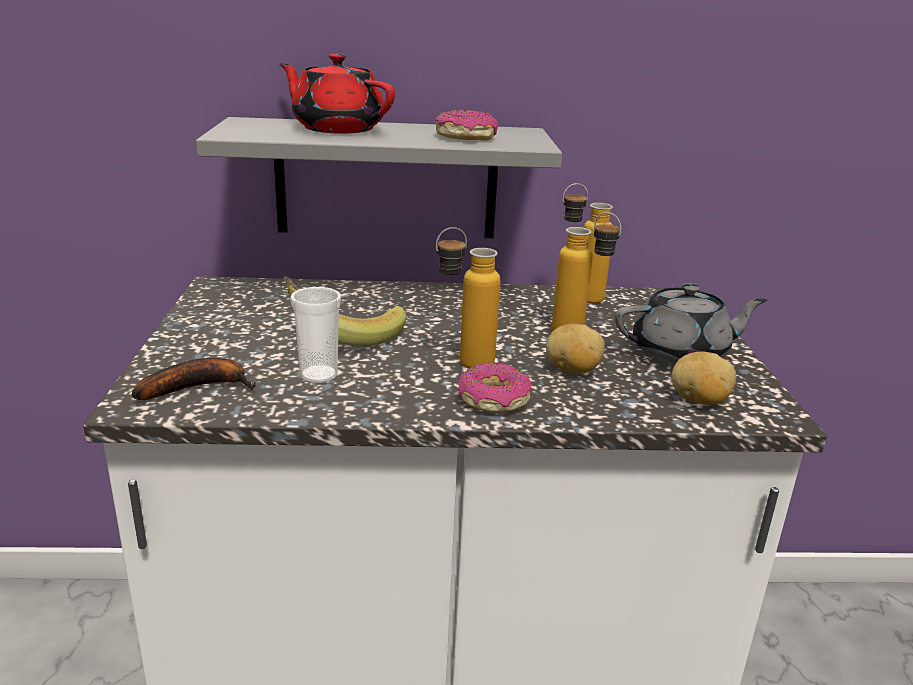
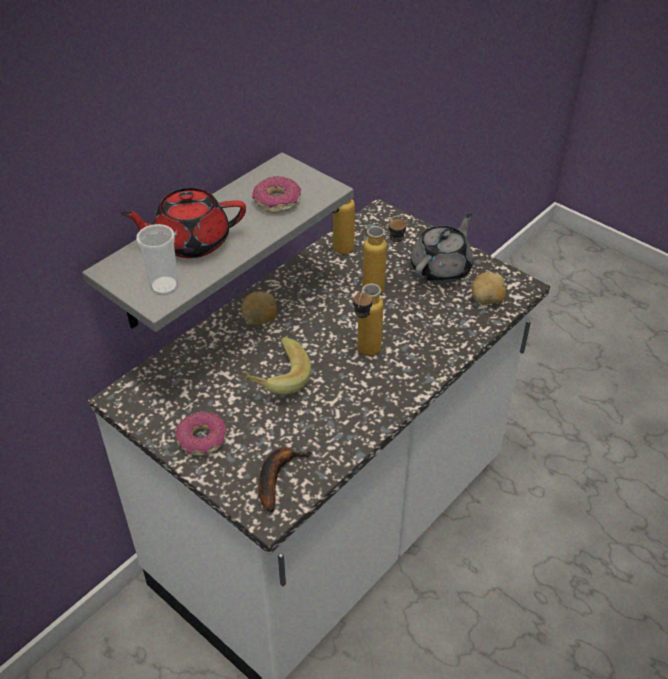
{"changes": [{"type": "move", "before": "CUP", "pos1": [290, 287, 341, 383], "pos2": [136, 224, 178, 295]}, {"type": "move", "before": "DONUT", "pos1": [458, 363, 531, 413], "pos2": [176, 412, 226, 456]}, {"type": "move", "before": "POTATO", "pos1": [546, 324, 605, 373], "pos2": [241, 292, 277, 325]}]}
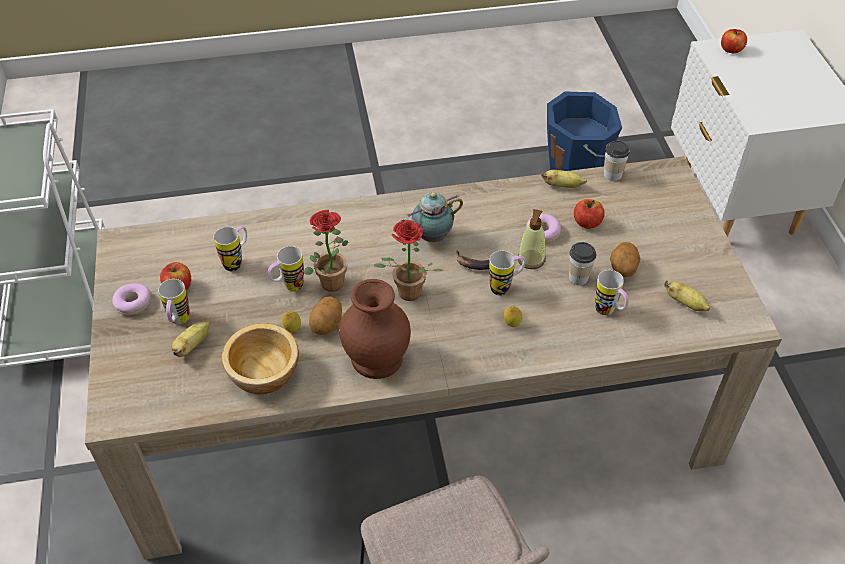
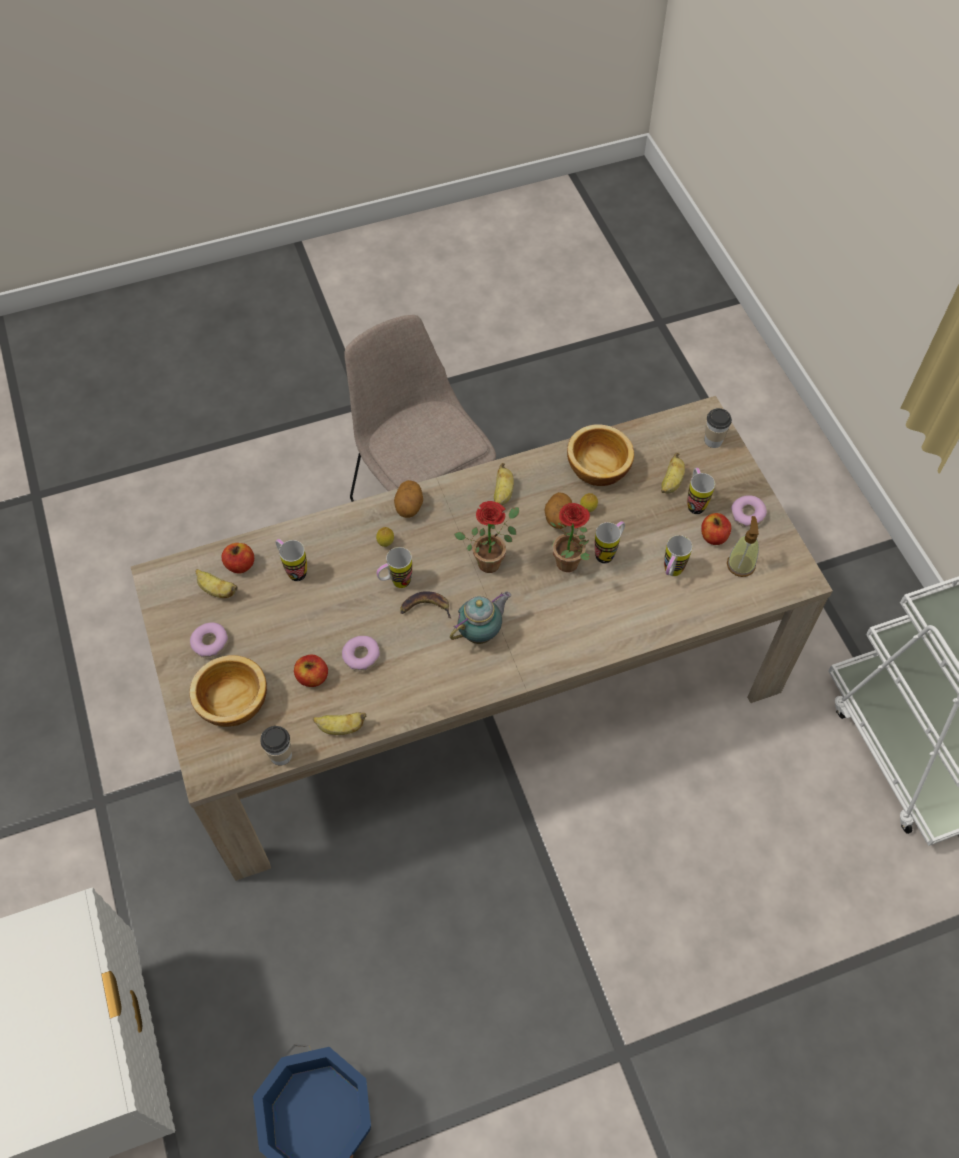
{"changes": [{"type": "insert", "after": "BOWL", "pos2": [189, 655, 267, 727]}, {"type": "insert", "after": "DONUT", "pos2": [190, 622, 228, 658]}, {"type": "move", "before": "SOAP DISPENSER", "pos1": [517, 209, 546, 269], "pos2": [727, 516, 759, 577]}, {"type": "move", "before": "CUP", "pos1": [569, 242, 596, 285], "pos2": [704, 408, 732, 448]}, {"type": "move", "before": "POTATO", "pos1": [610, 242, 640, 277], "pos2": [394, 480, 423, 518]}, {"type": "move", "before": "APPLE", "pos1": [721, 29, 747, 53], "pos2": [222, 543, 254, 574]}, {"type": "replace", "before": "BROWN VASE", "after": "BANANA", "pos1": [339, 279, 411, 379], "pos2": [494, 463, 514, 505]}]}
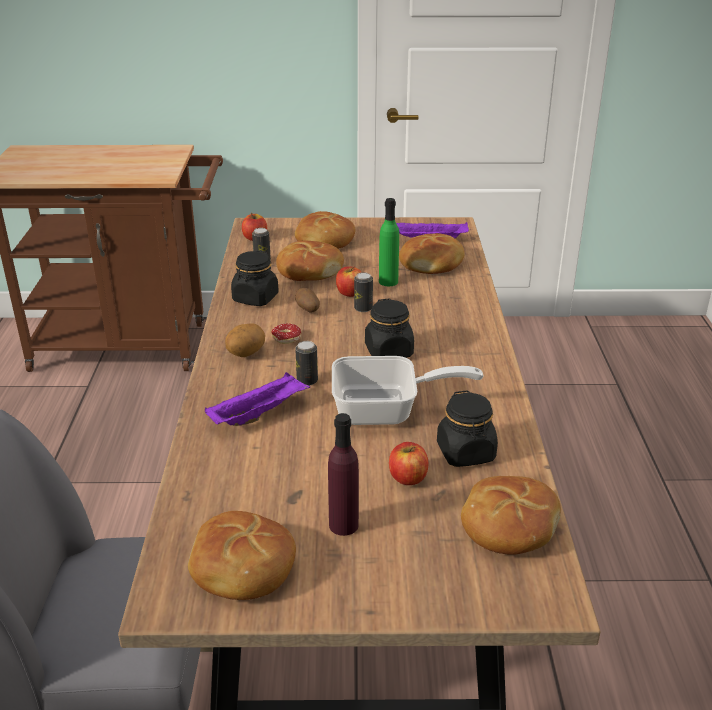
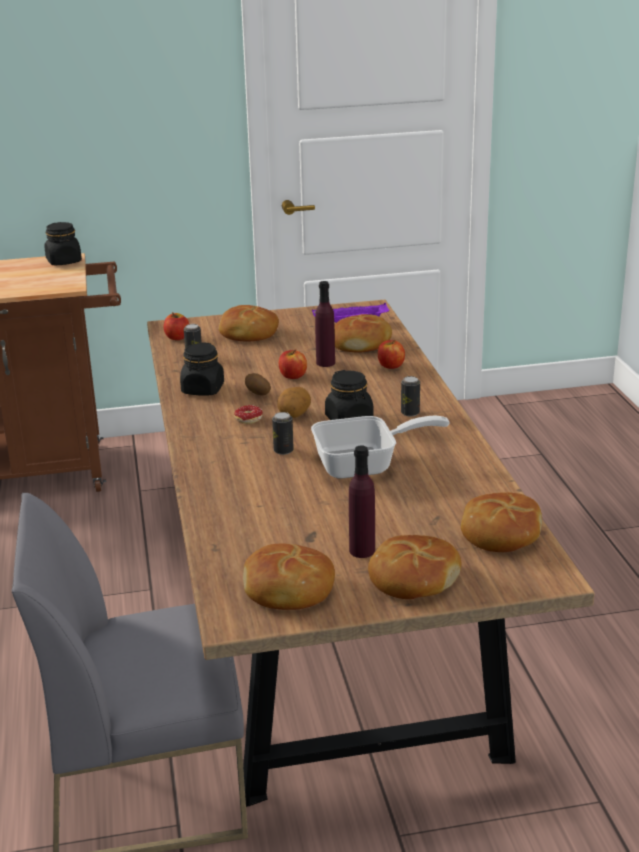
{"changes": [{"type": "delete", "before": "PURPLE TRAY", "pos1": [205, 372, 310, 426]}, {"type": "move", "before": "POTATO", "pos1": [225, 323, 265, 357], "pos2": [277, 387, 311, 418]}, {"type": "move", "before": "BREAD", "pos1": [276, 240, 344, 281], "pos2": [368, 535, 461, 599]}, {"type": "move", "before": "CAN", "pos1": [354, 272, 373, 312], "pos2": [401, 376, 420, 417]}, {"type": "move", "before": "APPLE", "pos1": [389, 442, 428, 485], "pos2": [378, 340, 405, 369]}, {"type": "move", "before": "BLACK JAR", "pos1": [437, 390, 498, 467], "pos2": [44, 222, 82, 265]}, {"type": "recolor", "before": "GREEN BOTTLE", "after": "PURPLE BOTTLE", "pos1": [379, 198, 399, 286], "pos2": [315, 281, 335, 367]}]}
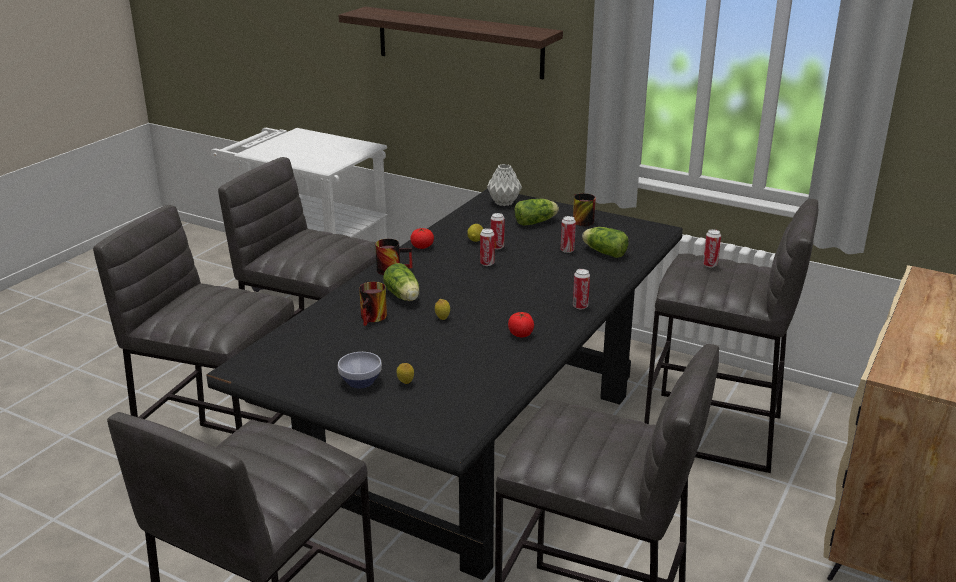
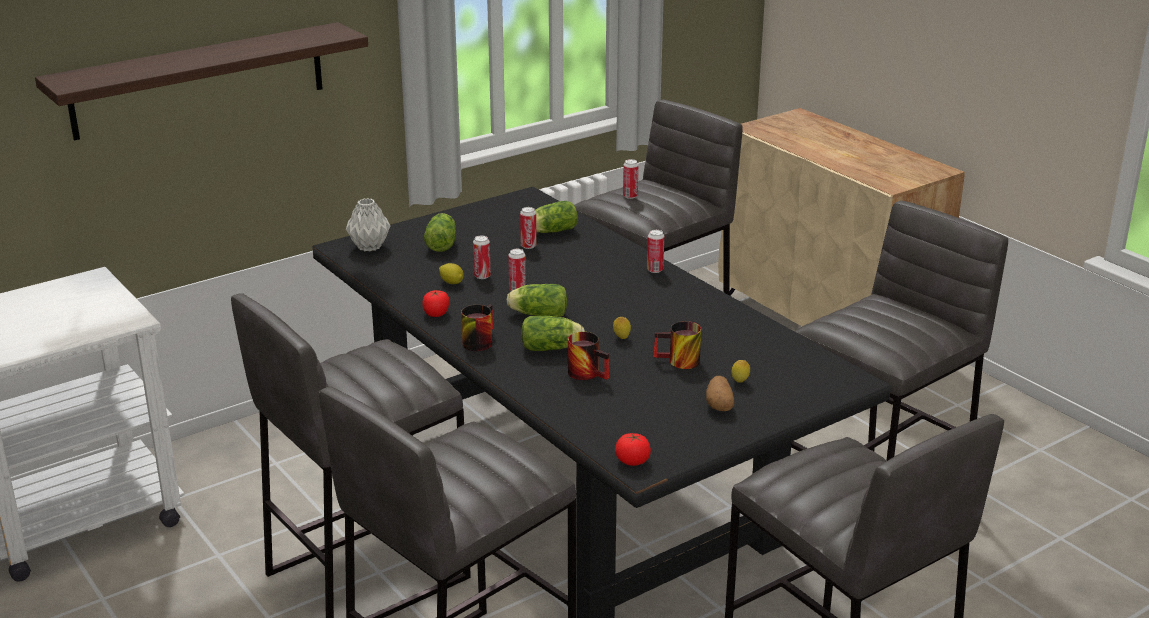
{"changes": [{"type": "insert", "after": "LETTUCE", "pos2": [507, 284, 567, 317]}, {"type": "move", "before": "TOMATO", "pos1": [508, 312, 534, 337], "pos2": [615, 433, 651, 466]}, {"type": "move", "before": "MUG", "pos1": [573, 193, 596, 226], "pos2": [654, 321, 701, 369]}, {"type": "replace", "before": "BOWL", "after": "POTATO", "pos1": [338, 352, 382, 388], "pos2": [706, 376, 734, 411]}]}
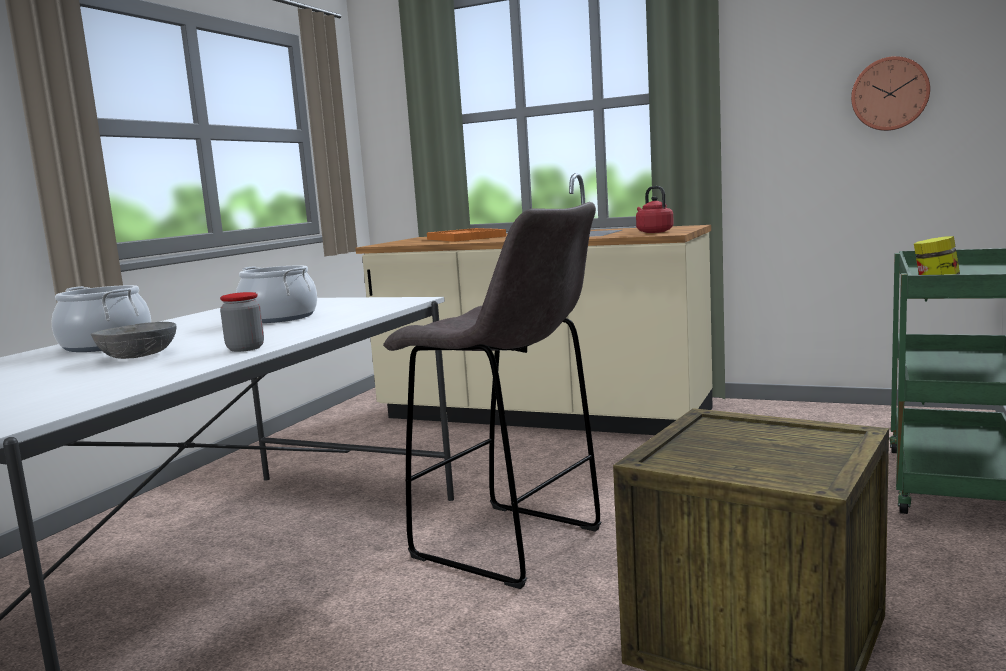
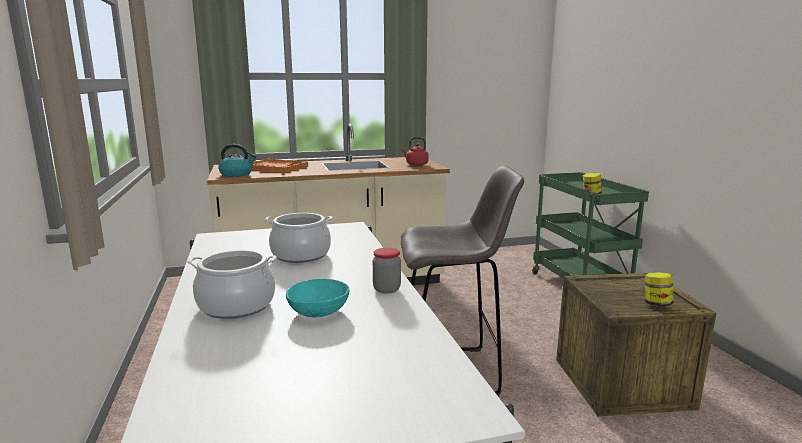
{"changes": [{"type": "delete", "before": "WALL CLOCK", "pos1": [851, 56, 930, 131]}, {"type": "insert", "after": "KETTLE", "pos2": [219, 144, 256, 177]}, {"type": "insert", "after": "JAR", "pos2": [645, 272, 673, 306]}, {"type": "recolor", "before": "GREY BOWL", "after": "TURQUOISE BOWL", "pos1": [91, 322, 176, 359], "pos2": [286, 279, 350, 318]}]}
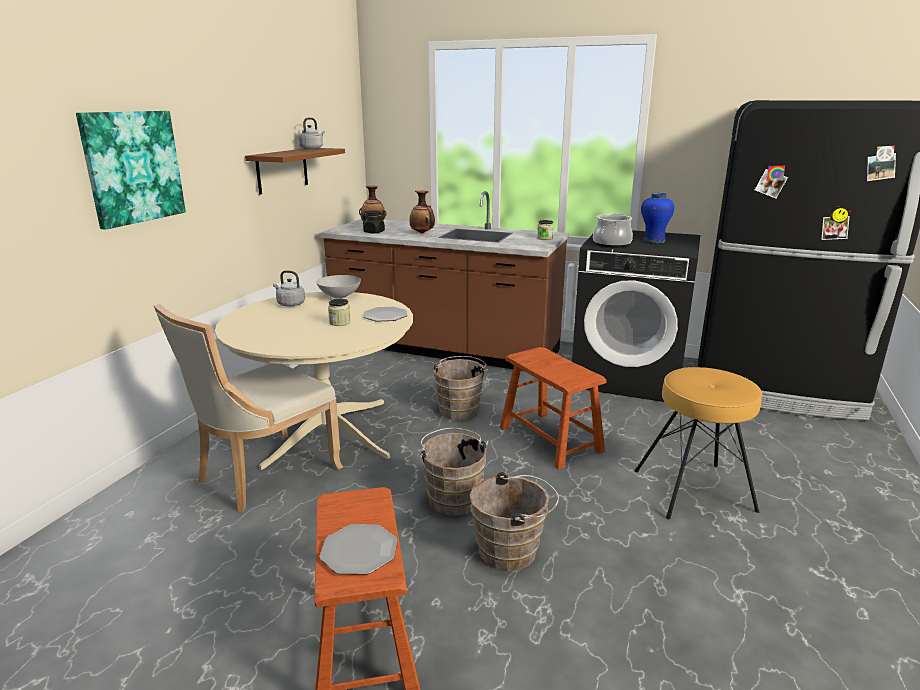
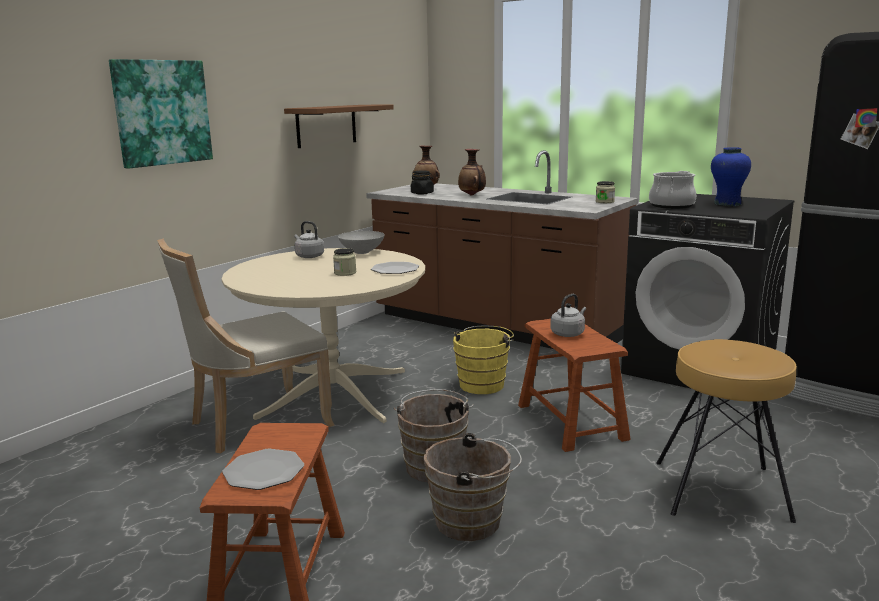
{"changes": [{"type": "move", "before": "GREY KETTLE", "pos1": [298, 118, 325, 149], "pos2": [550, 294, 586, 337]}, {"type": "recolor", "before": "BROWN BUCKET", "after": "YELLOW BUCKET", "pos1": [433, 356, 488, 420], "pos2": [453, 326, 514, 394]}]}
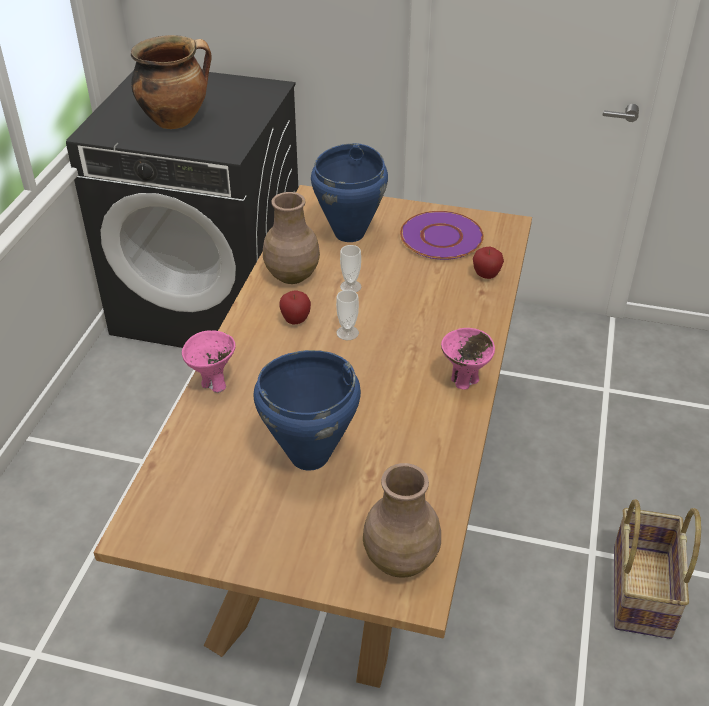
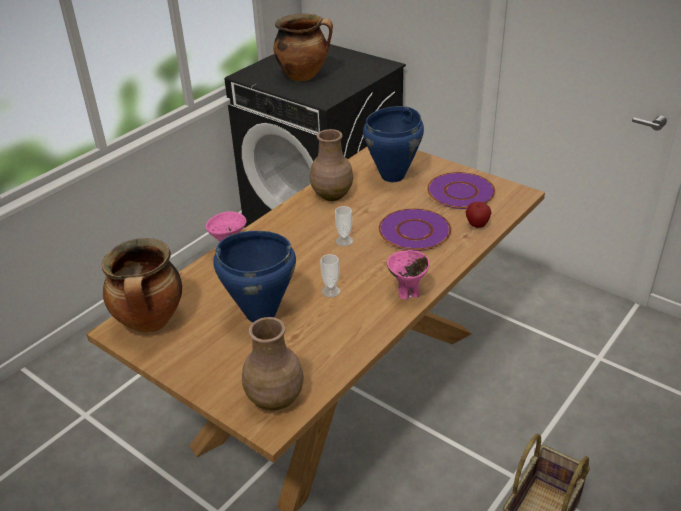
{"changes": [{"type": "delete", "before": "APPLE", "pos1": [279, 291, 311, 325]}, {"type": "insert", "after": "COOKING POT", "pos2": [102, 238, 182, 332]}, {"type": "insert", "after": "PURPLE PLATE", "pos2": [378, 208, 451, 251]}, {"type": "move", "before": "CUP", "pos1": [340, 245, 361, 292], "pos2": [320, 254, 341, 298]}]}
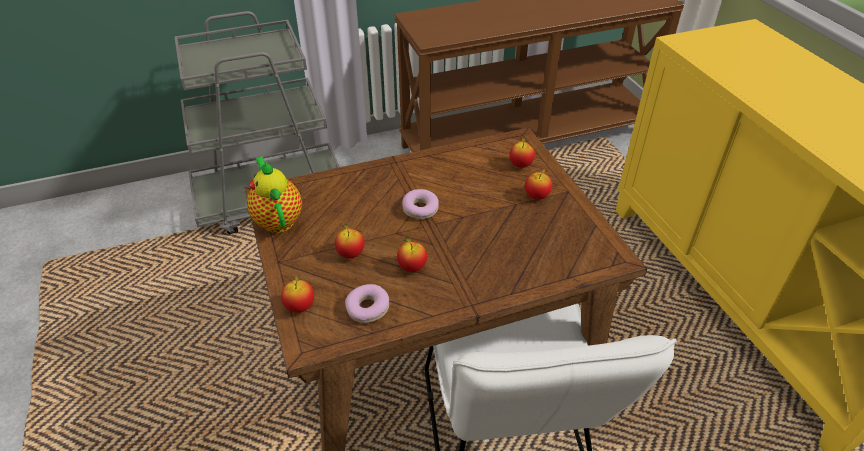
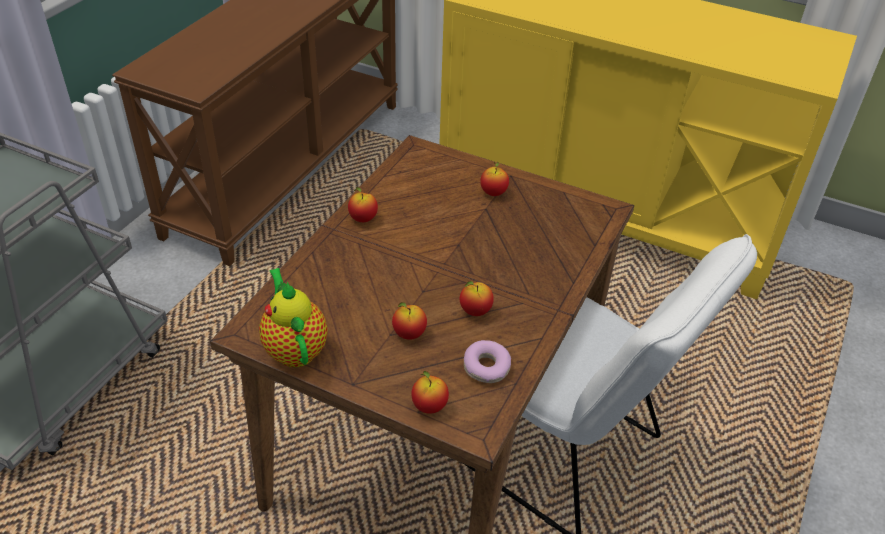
{"changes": [{"type": "delete", "before": "DONUT", "pos1": [402, 189, 439, 219]}, {"type": "move", "before": "APPLE", "pos1": [509, 137, 535, 168], "pos2": [348, 187, 378, 222]}, {"type": "rotate", "before": "TEAPOT", "pos1": [247, 157, 302, 233], "pos2": [259, 268, 328, 367], "turn": 45}]}
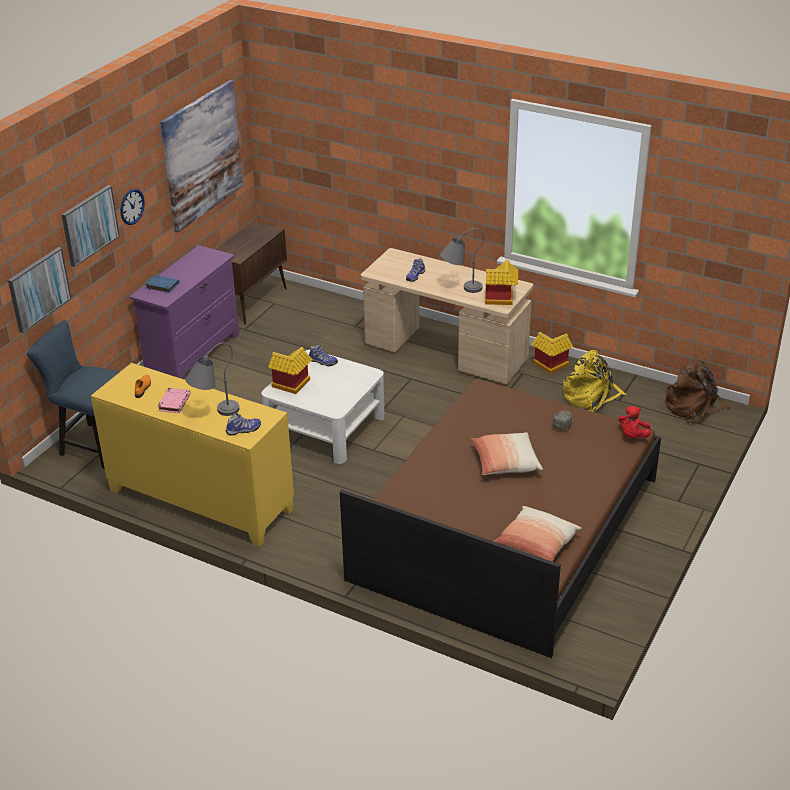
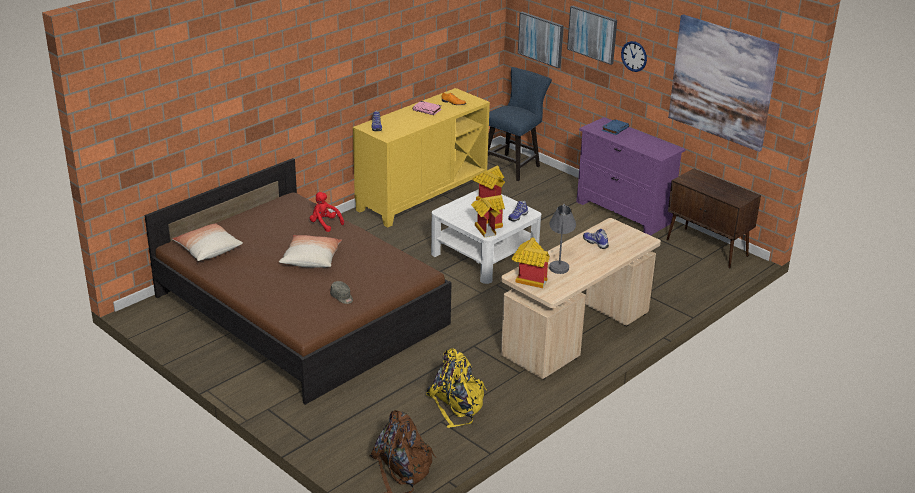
{"changes": [{"type": "delete", "before": "GREY TABLE LAMP", "pos1": [185, 343, 239, 416]}, {"type": "move", "before": "TOY HOUSE", "pos1": [531, 332, 573, 374], "pos2": [471, 195, 505, 237]}, {"type": "move", "before": "RED PLUSH TOY", "pos1": [618, 406, 651, 438], "pos2": [310, 192, 344, 232]}]}
